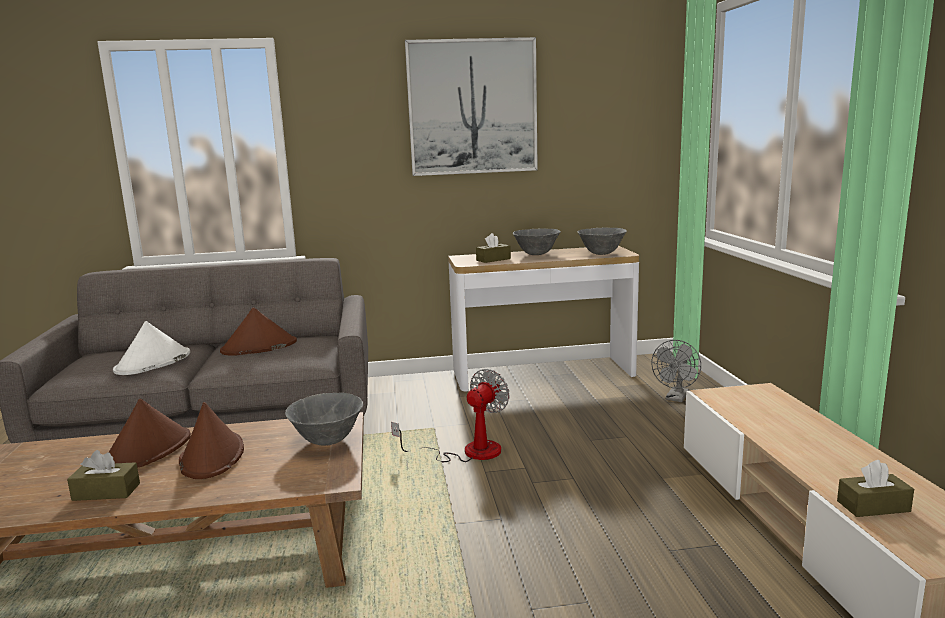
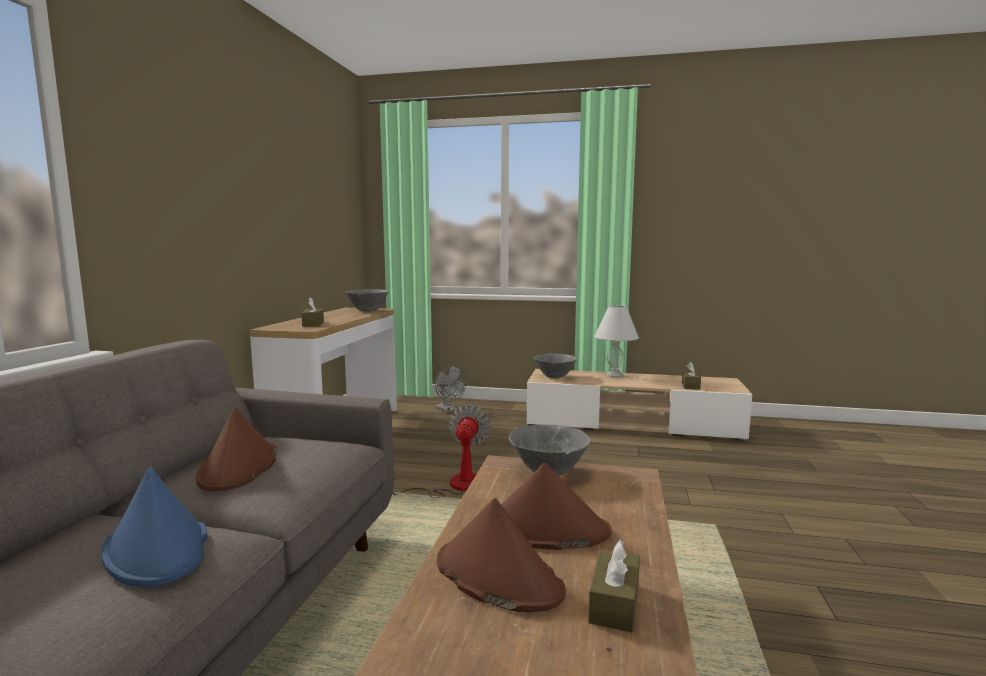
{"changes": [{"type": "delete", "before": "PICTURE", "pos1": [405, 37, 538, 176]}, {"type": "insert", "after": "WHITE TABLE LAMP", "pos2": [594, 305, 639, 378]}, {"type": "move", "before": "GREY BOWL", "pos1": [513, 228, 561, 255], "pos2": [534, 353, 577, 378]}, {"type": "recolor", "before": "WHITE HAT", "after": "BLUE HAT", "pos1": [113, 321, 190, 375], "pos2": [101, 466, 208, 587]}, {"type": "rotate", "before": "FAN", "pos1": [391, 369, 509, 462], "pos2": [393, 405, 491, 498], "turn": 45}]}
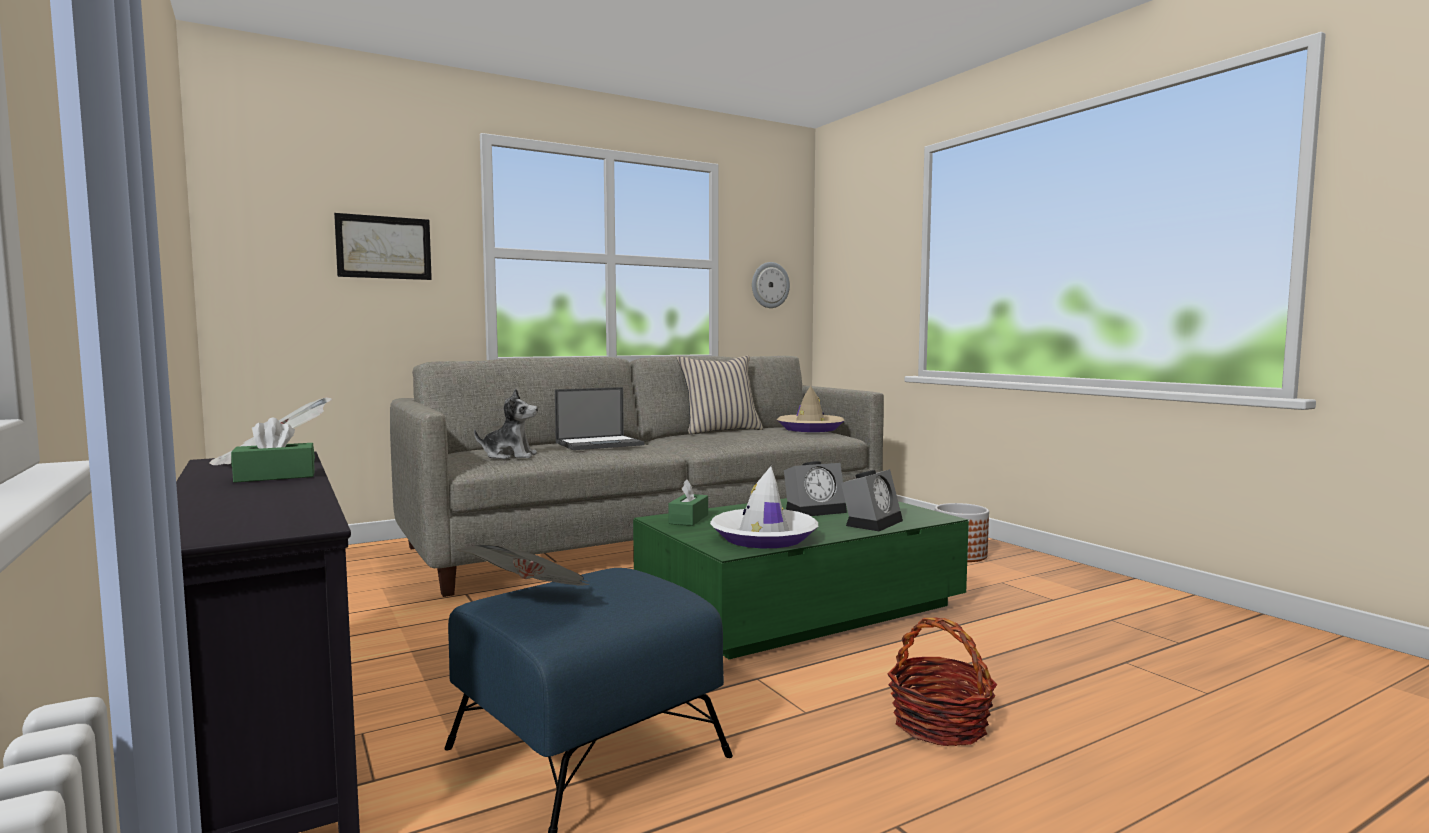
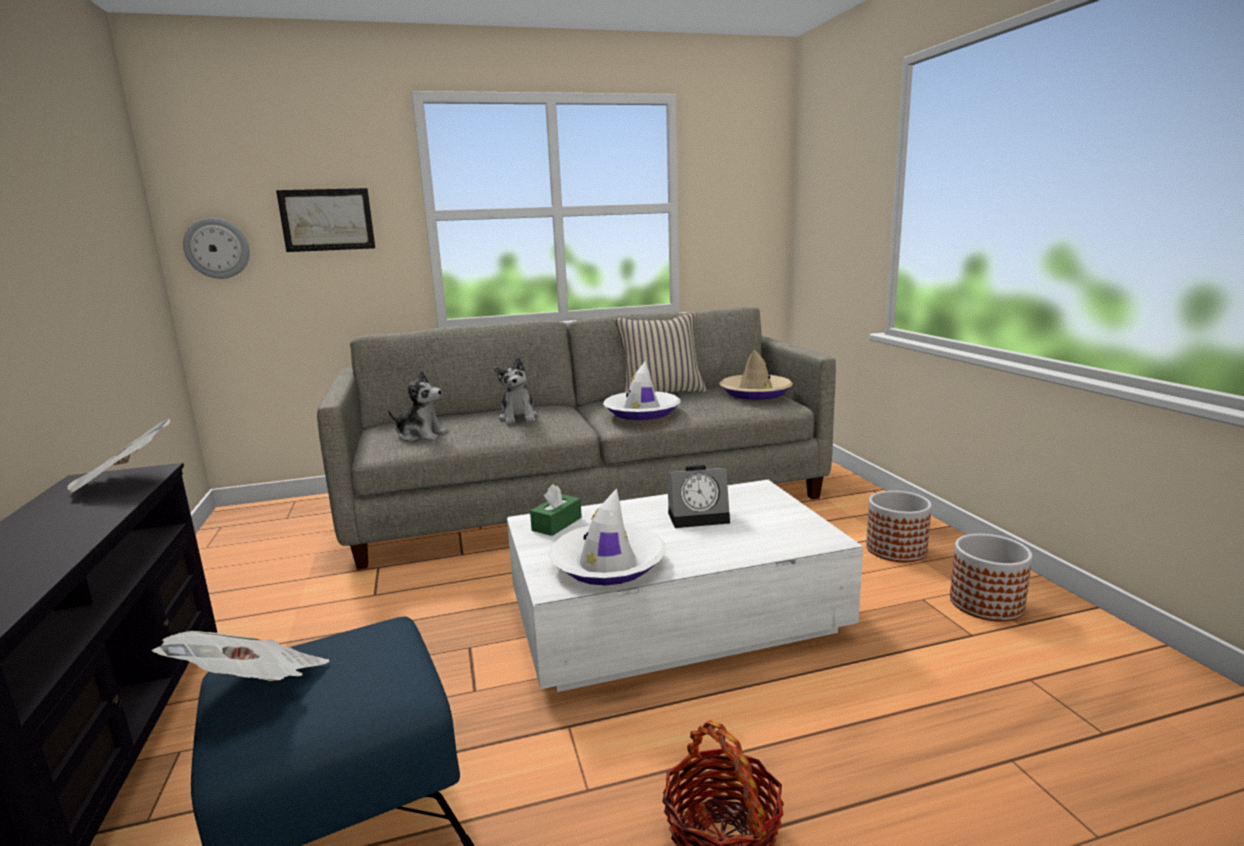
{"changes": [{"type": "delete", "before": "GREEN TISSUE BOX", "pos1": [231, 417, 315, 483]}, {"type": "delete", "before": "ALARM CLOCK", "pos1": [841, 469, 903, 531]}, {"type": "insert", "after": "WHITE HAT", "pos2": [603, 361, 680, 420]}, {"type": "insert", "after": "PLANTER", "pos2": [950, 534, 1032, 622]}, {"type": "move", "before": "WALL CLOCK", "pos1": [752, 262, 790, 308], "pos2": [183, 218, 250, 279]}, {"type": "replace", "before": "LAPTOP", "after": "PLUSH TOY", "pos1": [555, 387, 644, 450], "pos2": [494, 357, 538, 424]}, {"type": "recolor", "before": "GREEN COFFEE TABLE", "after": "WHITE COFFEE TABLE", "pos1": [633, 498, 969, 659], "pos2": [507, 480, 863, 692]}]}
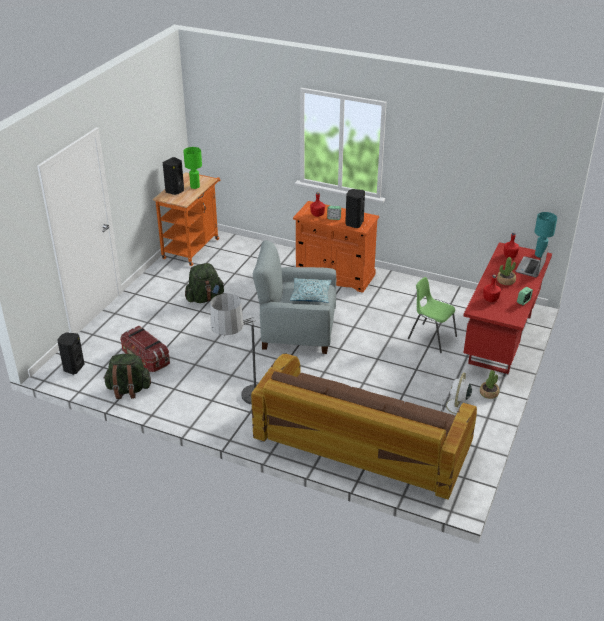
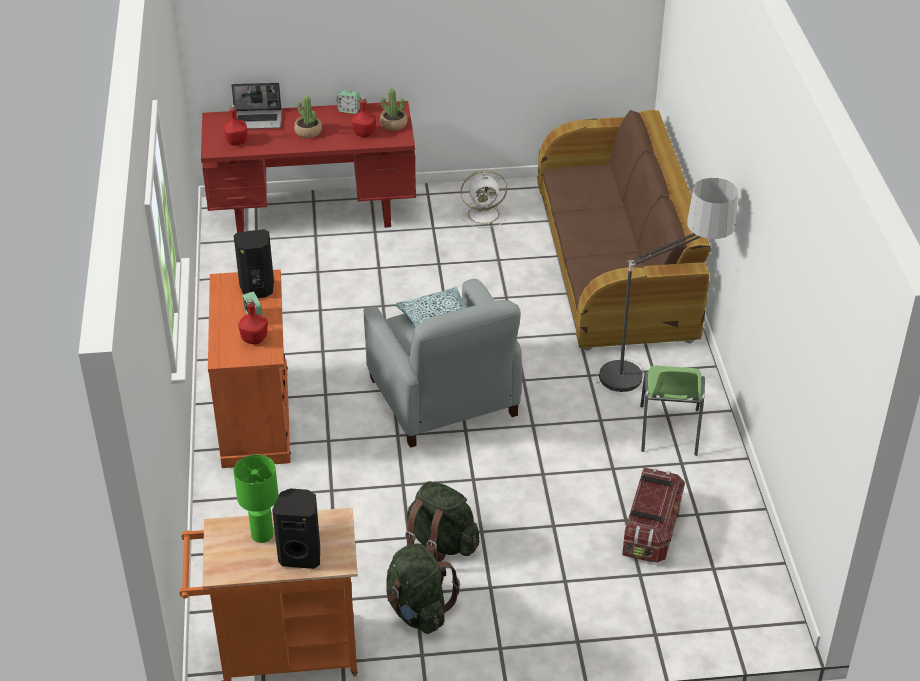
{"changes": [{"type": "delete", "before": "BLACK SPEAKER", "pos1": [57, 332, 84, 375]}, {"type": "delete", "before": "TURQUOISE TABLE LAMP", "pos1": [535, 212, 557, 258]}, {"type": "move", "before": "GREEN BACKPACK", "pos1": [103, 354, 151, 399], "pos2": [386, 543, 460, 634]}, {"type": "move", "before": "GREEN CHAIR", "pos1": [408, 277, 457, 353], "pos2": [640, 366, 705, 456]}, {"type": "move", "before": "POTTED PLANT", "pos1": [480, 370, 499, 399], "pos2": [380, 89, 408, 131]}]}
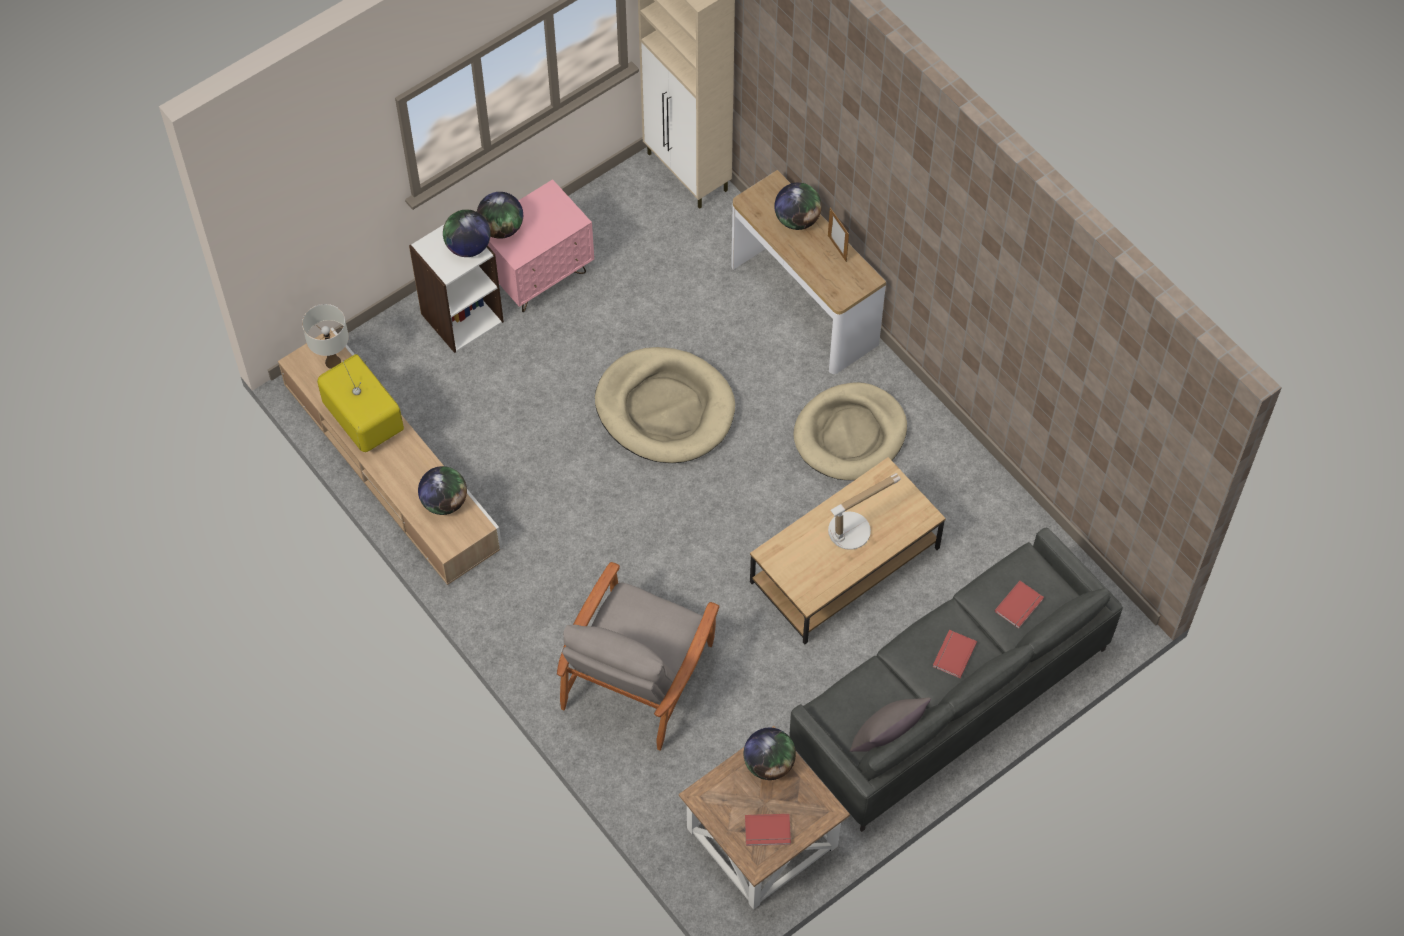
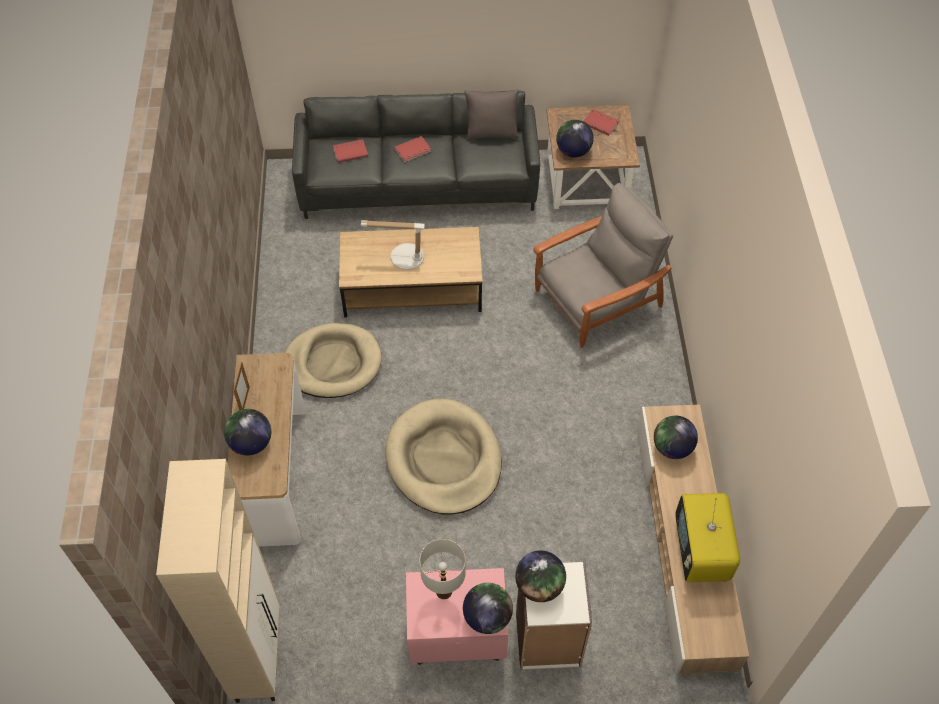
{"changes": [{"type": "move", "before": "WHITE TABLE LAMP", "pos1": [302, 304, 349, 369], "pos2": [420, 539, 466, 599]}]}
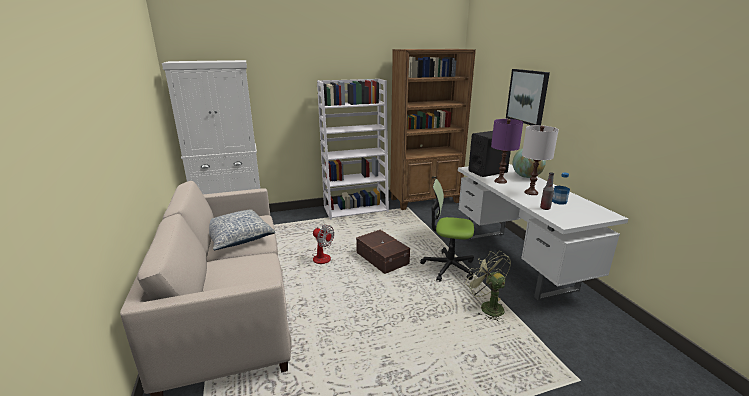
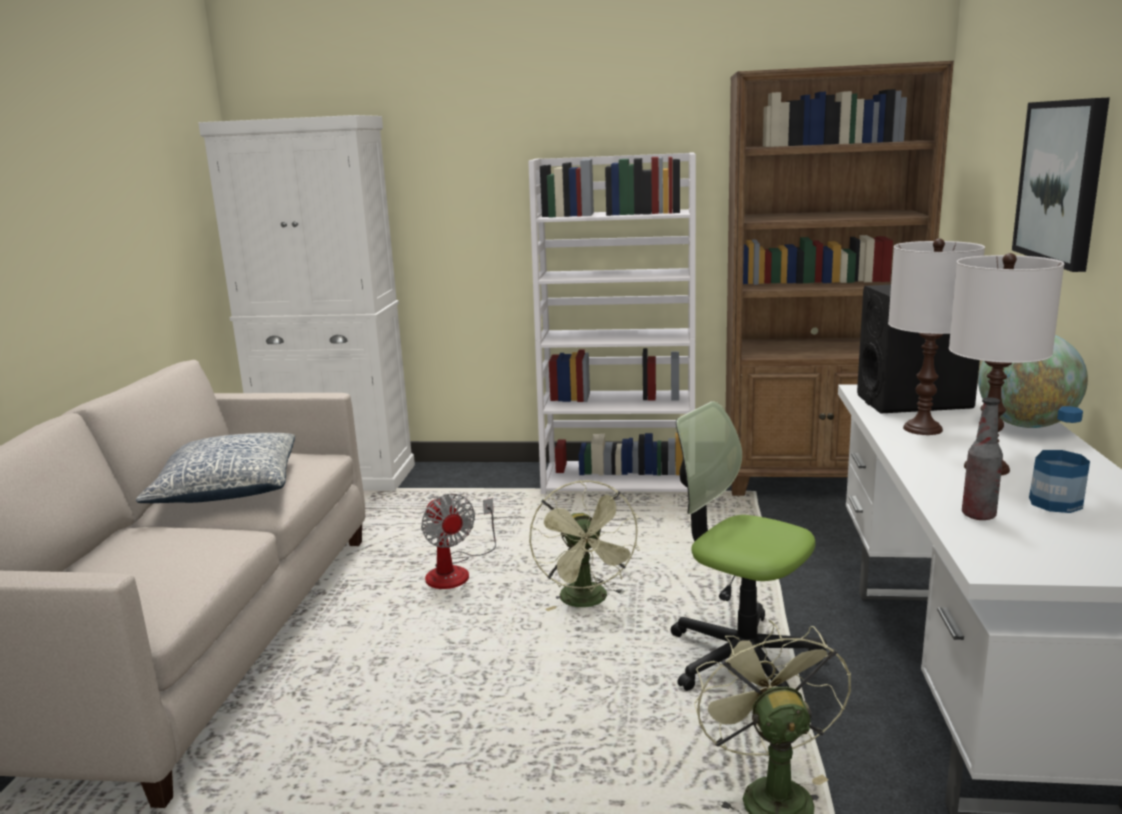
{"changes": [{"type": "replace", "before": "BROWN STORAGE BOX", "after": "GREEN FAN", "pos1": [356, 230, 410, 274], "pos2": [529, 480, 640, 611]}, {"type": "recolor", "before": "PURPLE TABLE LAMP", "after": "WHITE TABLE LAMP", "pos1": [491, 119, 523, 184], "pos2": [888, 238, 985, 435]}]}
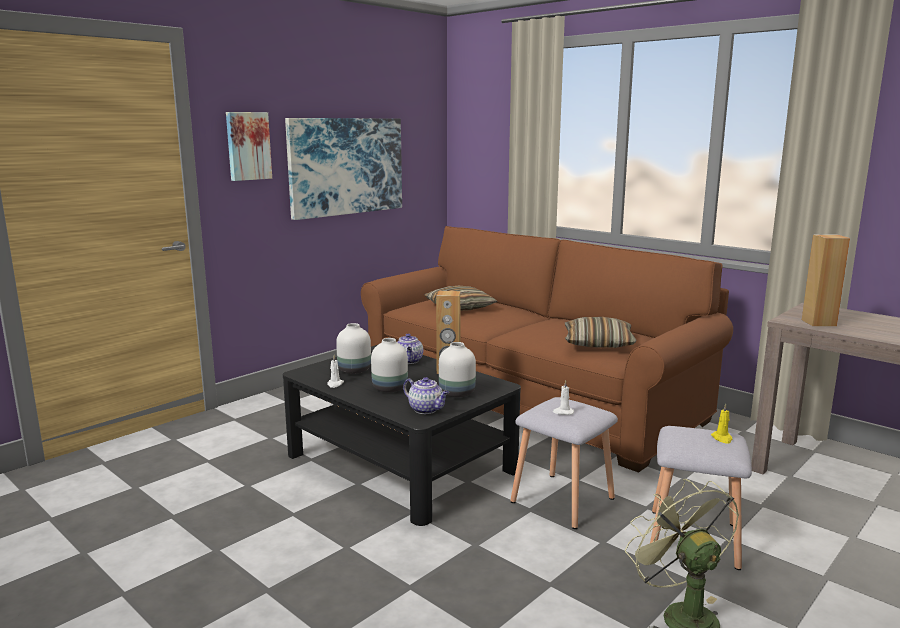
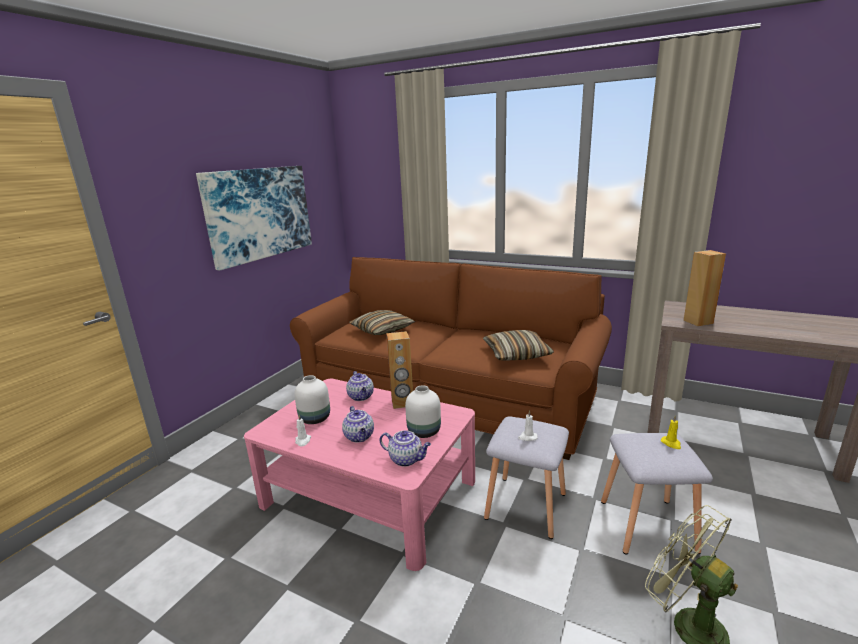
{"changes": [{"type": "delete", "before": "PICTURE", "pos1": [226, 112, 272, 181]}, {"type": "replace", "before": "WHITE VASE", "after": "TEAPOT", "pos1": [371, 338, 408, 392], "pos2": [342, 406, 374, 443]}, {"type": "recolor", "before": "BLACK COFFEE TABLE", "after": "PINK COFFEE TABLE", "pos1": [283, 344, 521, 526], "pos2": [244, 379, 475, 571]}]}
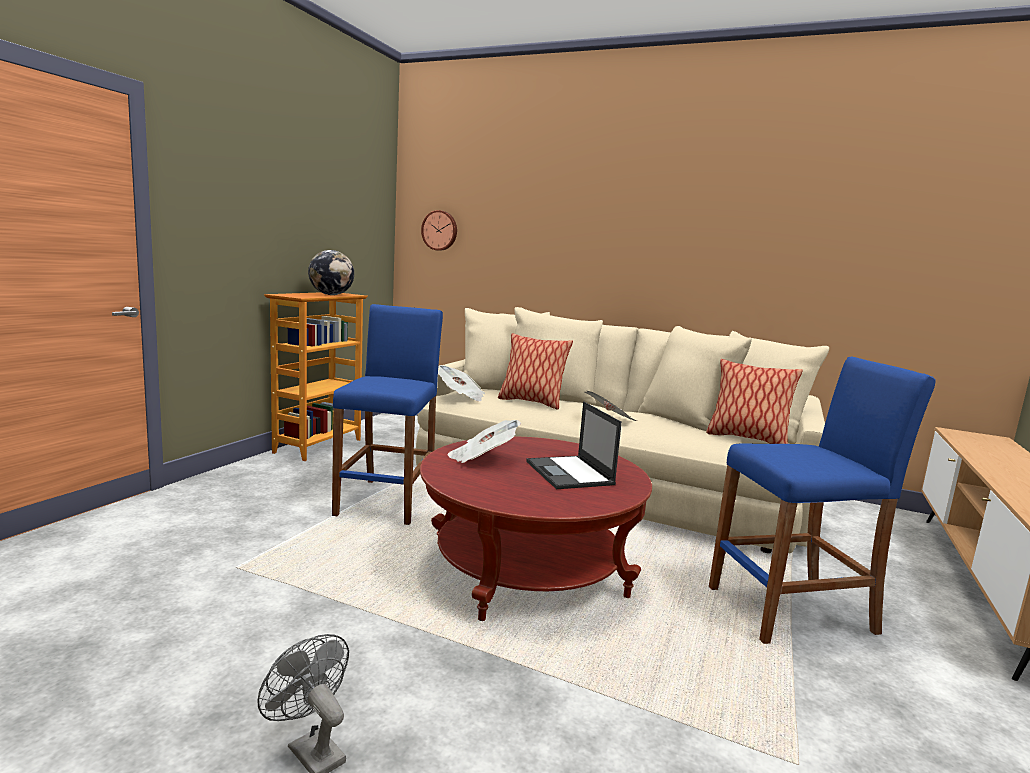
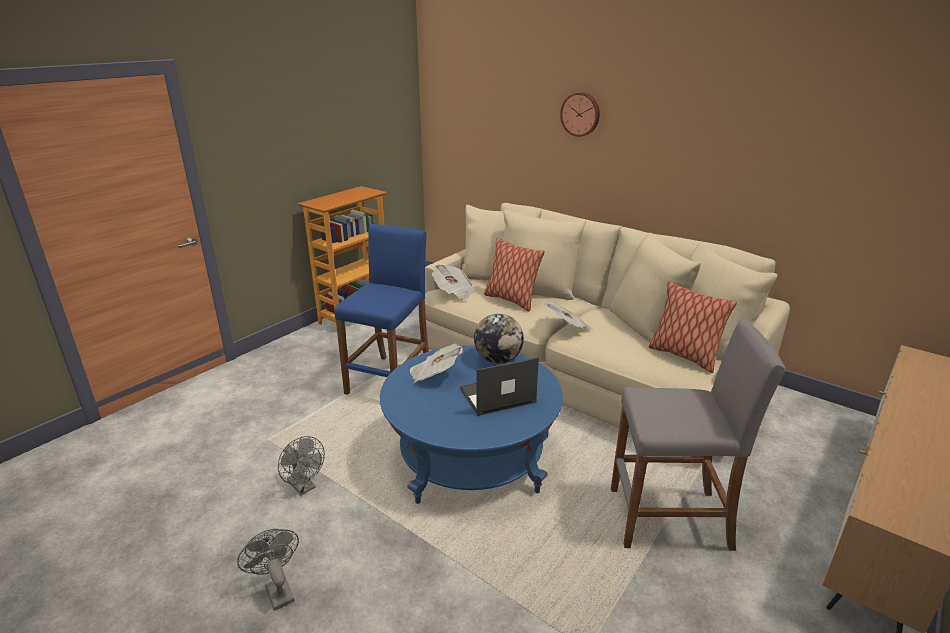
{"changes": [{"type": "insert", "after": "GREY FAN", "pos2": [278, 436, 325, 495]}, {"type": "move", "before": "GLOBE", "pos1": [308, 250, 354, 295], "pos2": [474, 314, 524, 364]}, {"type": "move", "before": "WALL CLOCK", "pos1": [421, 210, 457, 251], "pos2": [560, 92, 600, 137]}, {"type": "recolor", "before": "RED COFFEE TABLE", "after": "BLUE COFFEE TABLE", "pos1": [420, 437, 652, 621], "pos2": [380, 345, 563, 504]}, {"type": "recolor", "before": "BLUE STOOL", "after": "GREY STOOL", "pos1": [709, 356, 936, 644], "pos2": [611, 319, 785, 551]}, {"type": "rotate", "before": "LAPTOP", "pos1": [527, 401, 622, 489], "pos2": [460, 357, 539, 416], "turn": 75}]}
